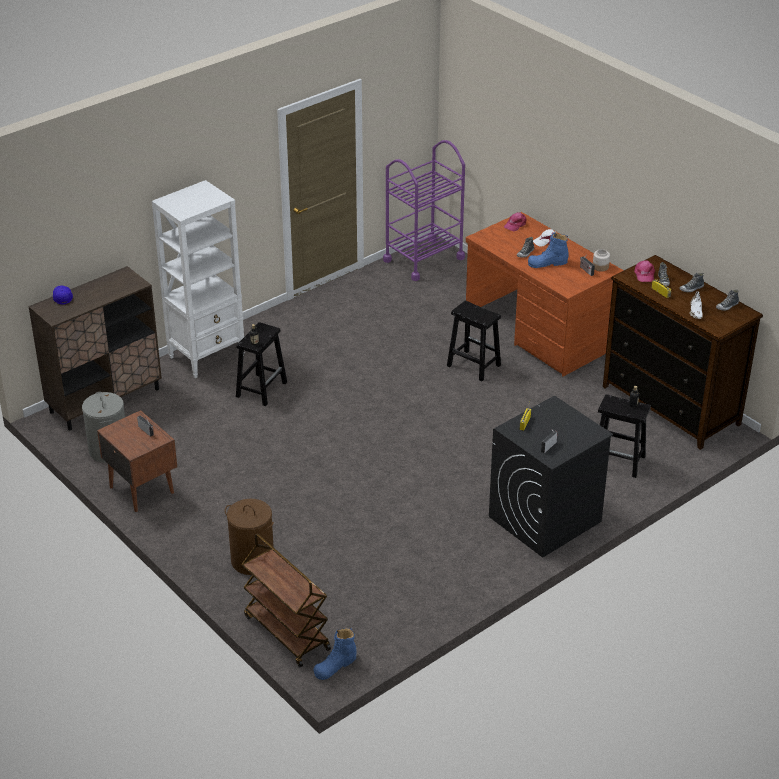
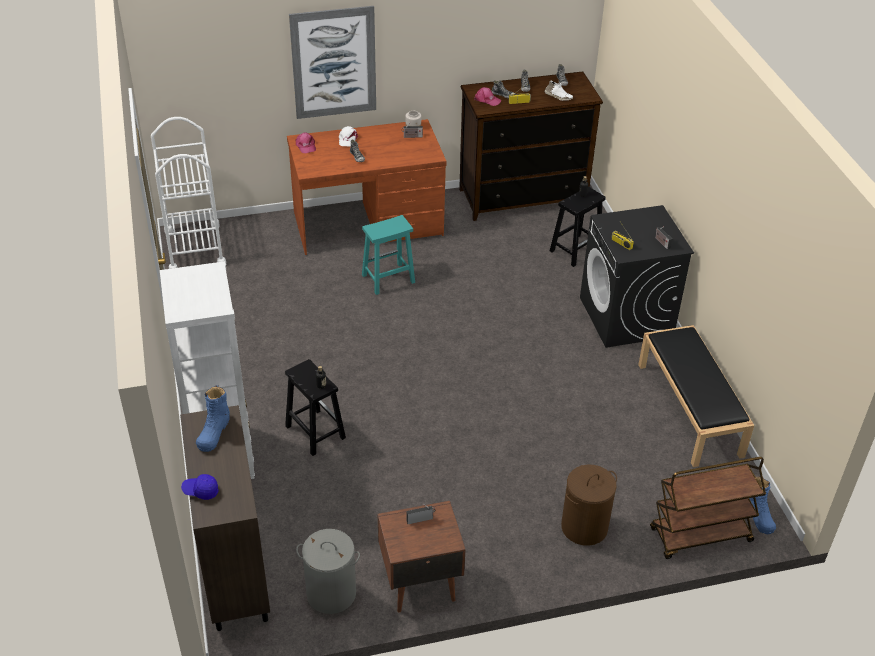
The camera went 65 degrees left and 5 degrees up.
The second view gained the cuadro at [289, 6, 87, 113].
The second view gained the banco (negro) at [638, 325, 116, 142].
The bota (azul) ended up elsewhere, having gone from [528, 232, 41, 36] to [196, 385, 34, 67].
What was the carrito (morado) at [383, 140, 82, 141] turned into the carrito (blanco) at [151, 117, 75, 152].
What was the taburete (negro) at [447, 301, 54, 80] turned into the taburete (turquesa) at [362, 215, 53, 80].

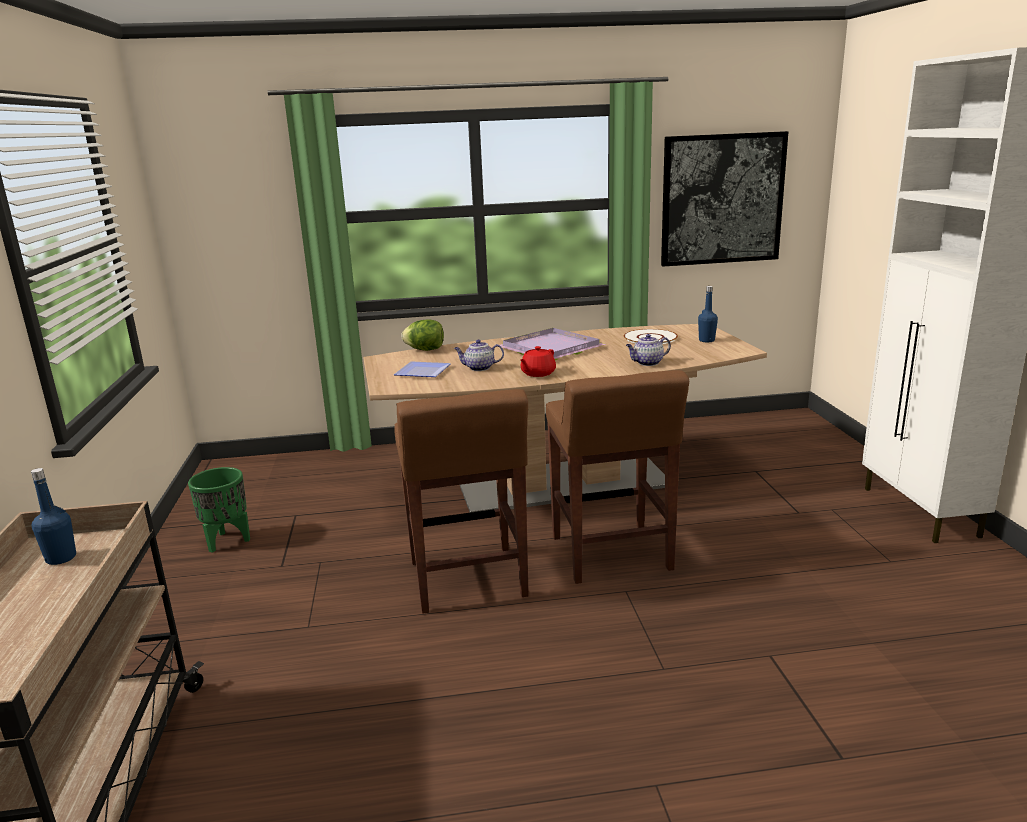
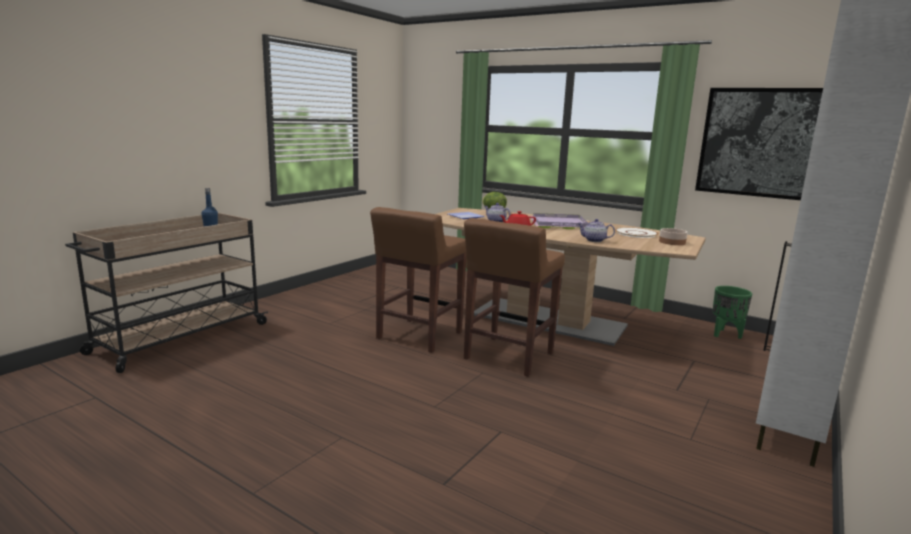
The camera went 40 degrees right and 5 degrees down.
The maceta (verde) ended up elsewhere, having gone from [188, 467, 62, 86] to [713, 286, 39, 53].
Where the botella (azul) stood at [698, 286, 20, 56], the cuenco came to stand at [659, 228, 28, 17].

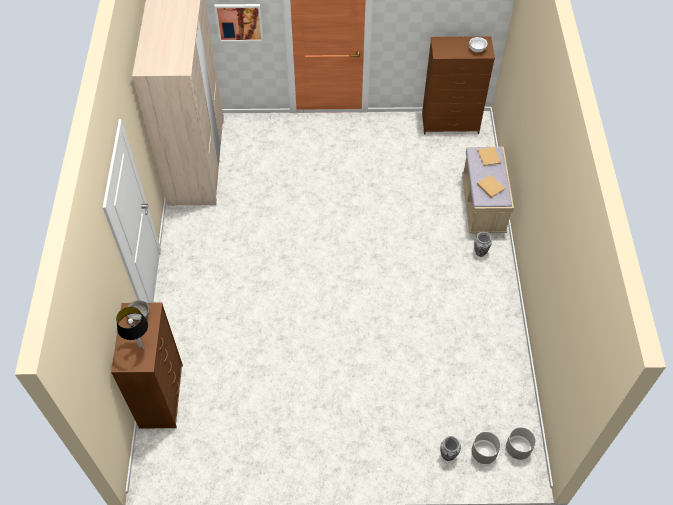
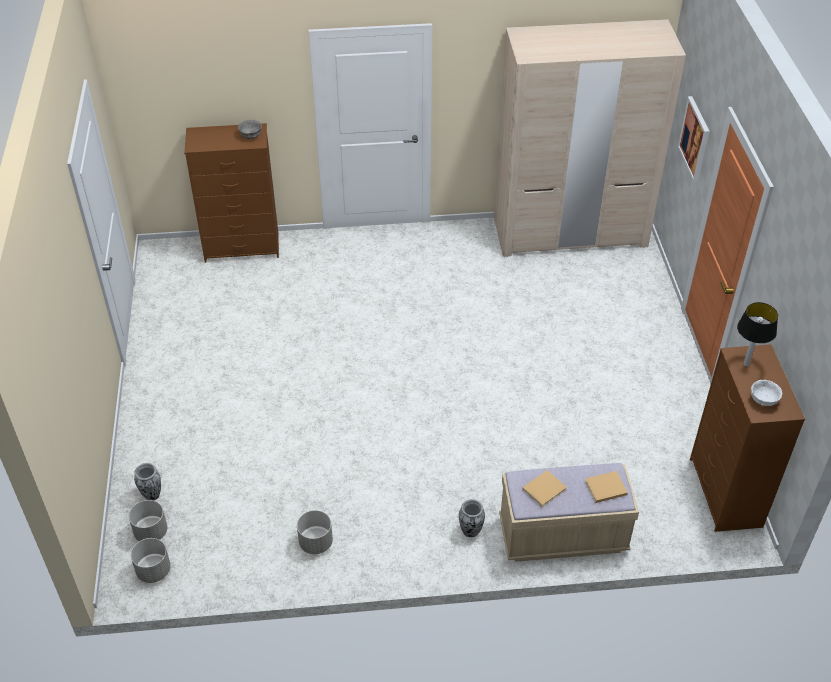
The camera went 85 degrees right and 10 degrees down.
The second view gained the maceta (gris) at [297, 510, 36, 44].
The lámpara de mesa ended up elsewhere, having gone from [116, 307, 32, 41] to [737, 302, 41, 65].

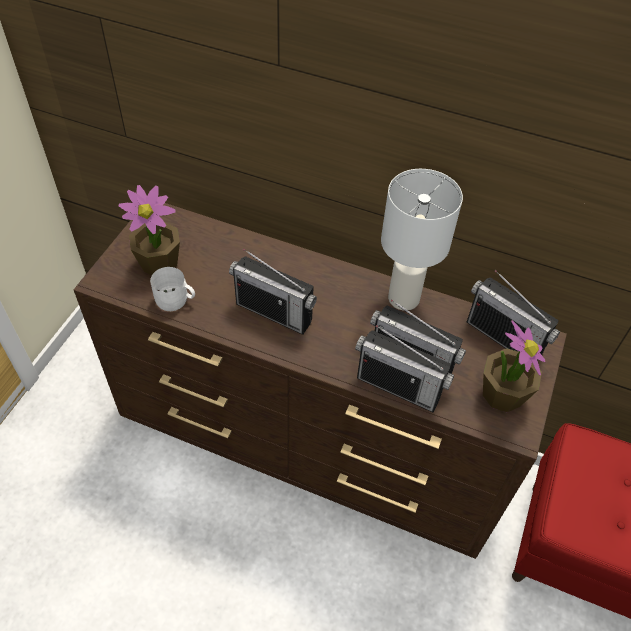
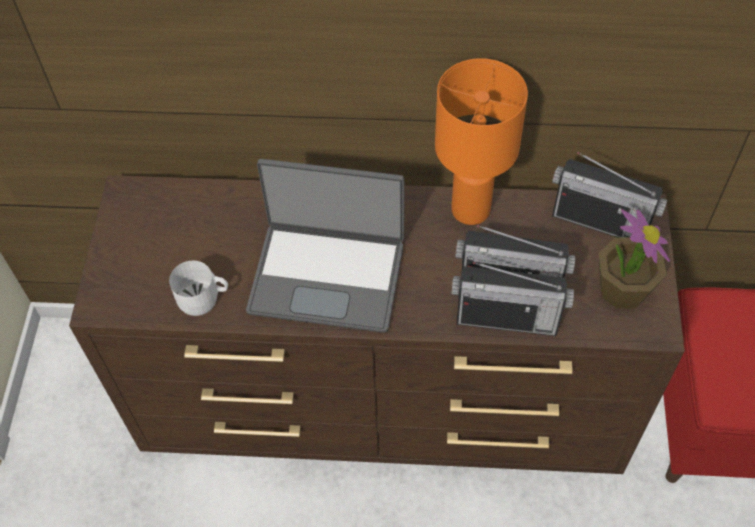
The camera went 15 degrees left and 5 degrees up.
The second view lost the planta en maceta at [118, 185, 62, 91].
Where the radio stood at [229, 248, 88, 87], the portátil came to stand at [246, 159, 158, 174].
What was the lámpara de mesa (blanco) at [381, 169, 82, 141] turned into the lámpara de mesa (naranja) at [435, 58, 93, 167].

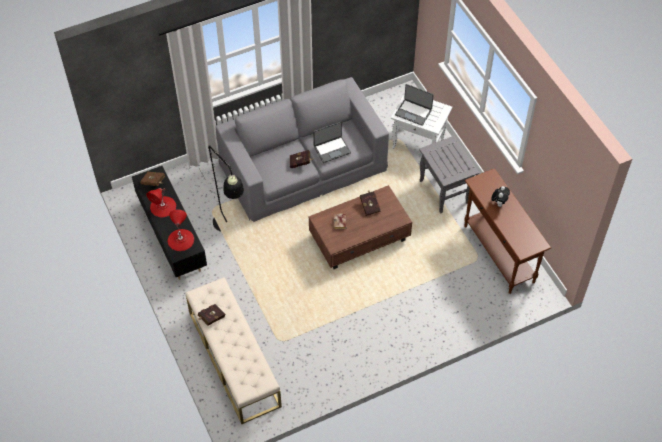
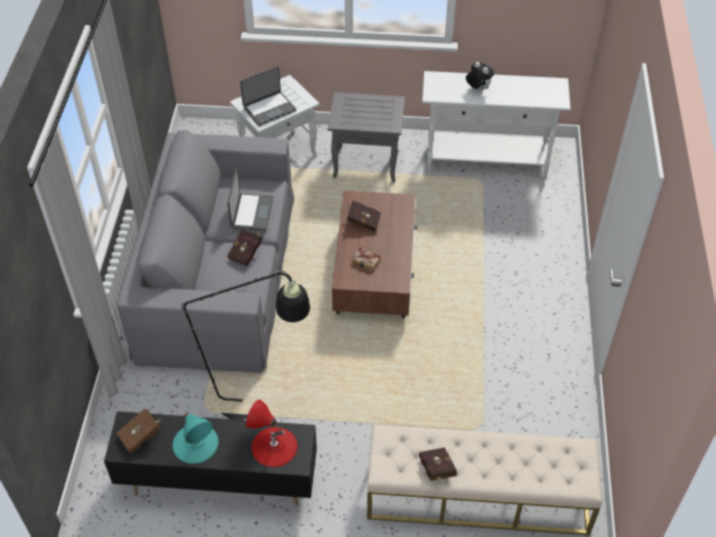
The camera went 60 degrees left and 5 degrees down.
What was the lámpara de mesa (rojo) at [146, 188, 30, 29] turned into the lámpara de mesa (turquesa) at [173, 413, 45, 51].
What was the mesa consola (marrón) at [464, 168, 87, 126] turned into the mesa consola (blanco) at [422, 71, 149, 107].

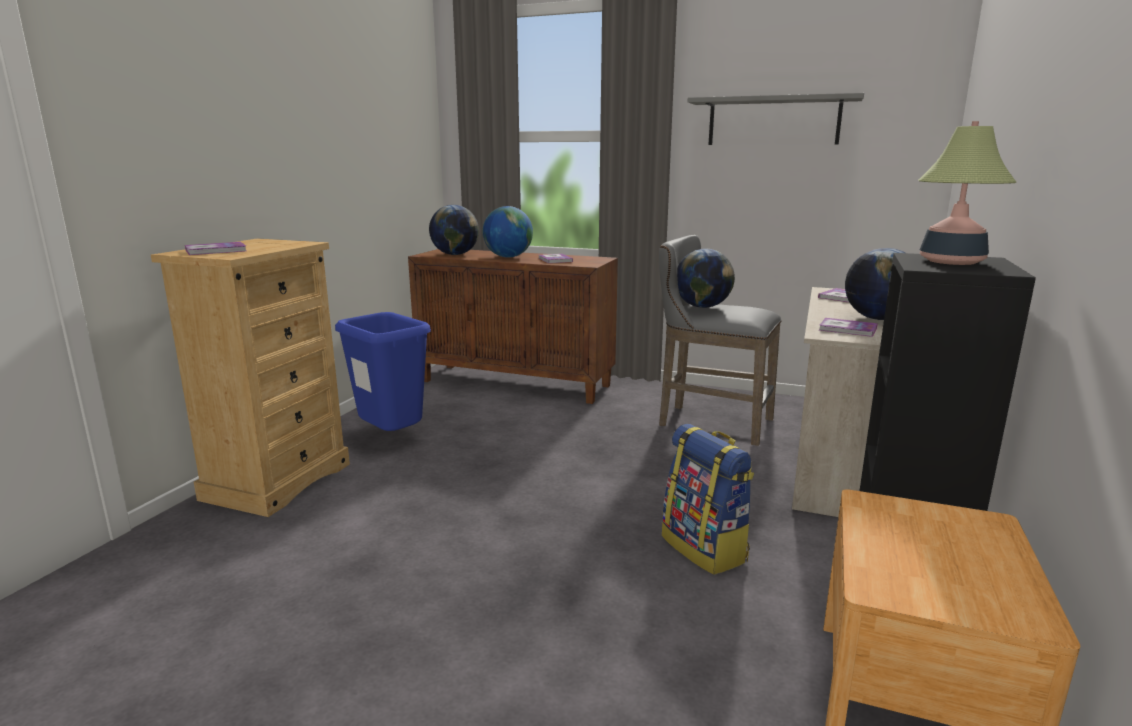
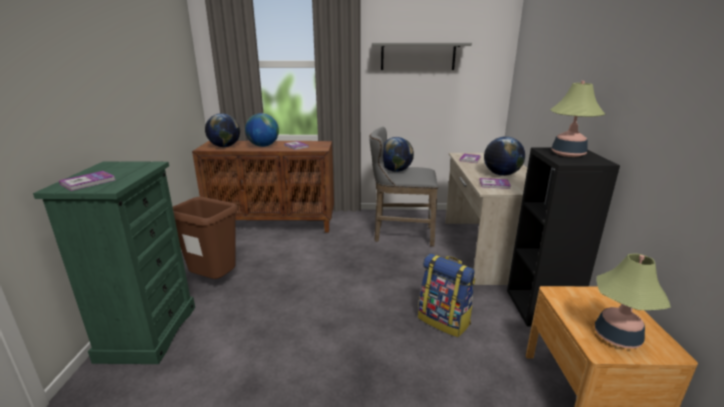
The camera went 20 degrees left and 5 degrees up.
The second view gained the lámpara de mesa at [595, 254, 76, 95].
What was the cómoda (beis) at [151, 238, 199, 279] turned into the cómoda (verde) at [33, 161, 162, 203].
What was the papelera (azul) at [335, 312, 96, 119] turned into the papelera (marrón) at [173, 197, 65, 82].

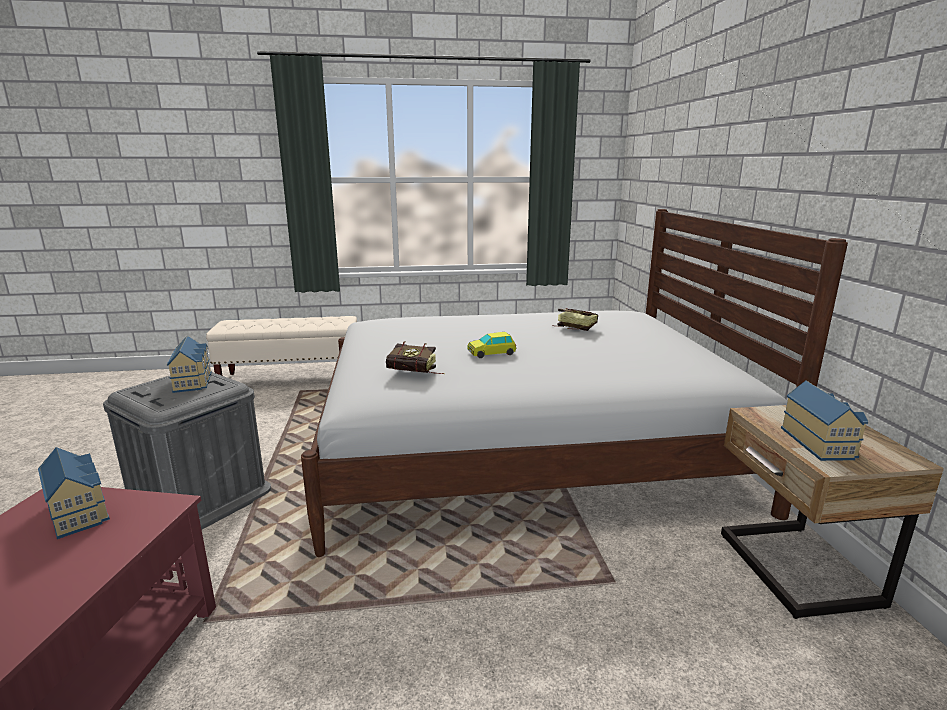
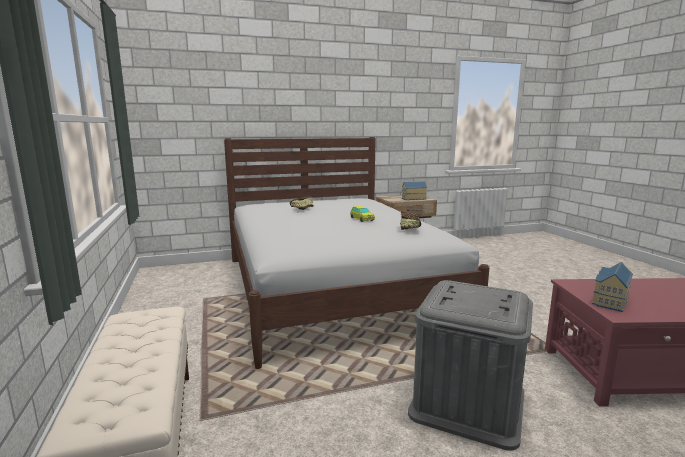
The camera went 100 degrees left and 5 degrees down.
The second view lost the casita at [167, 336, 45, 57].

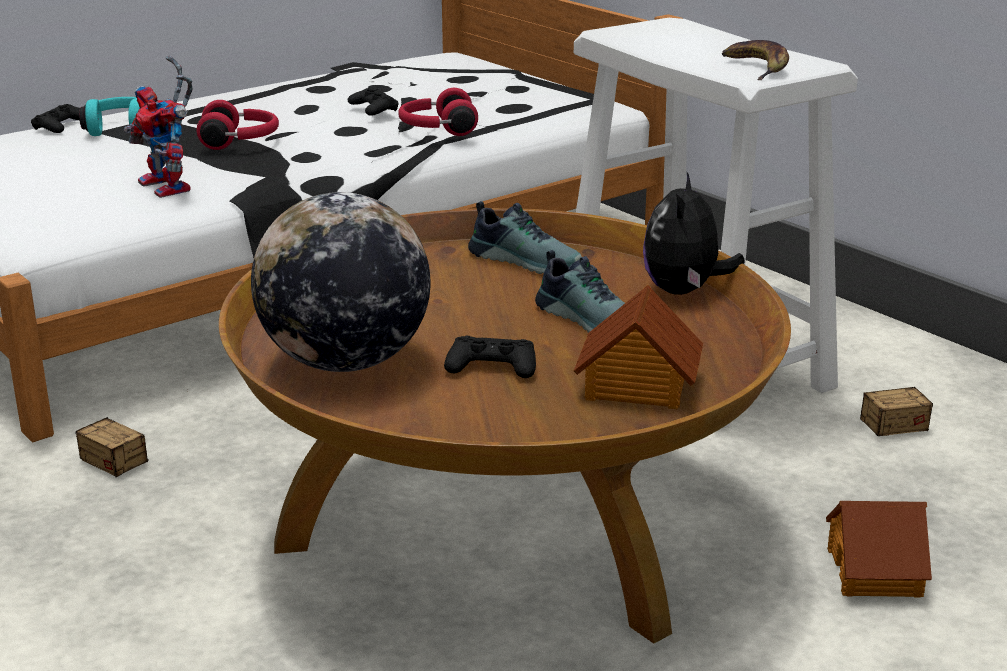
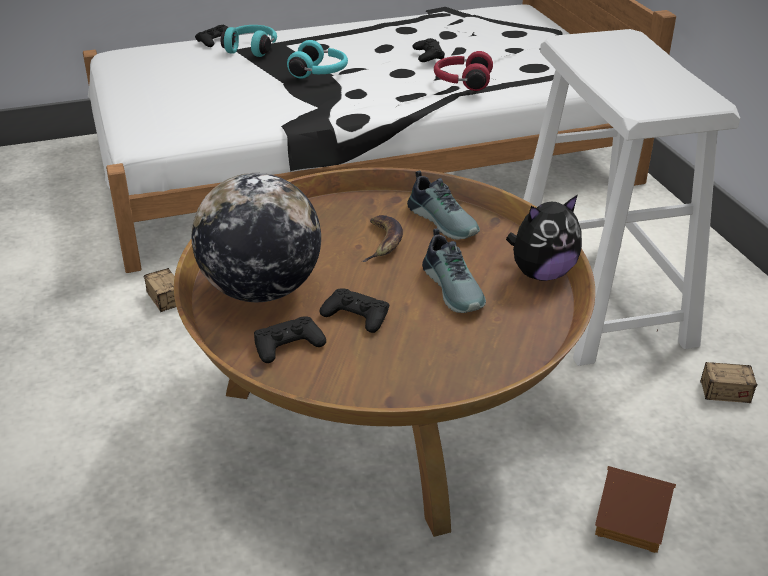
The camera went 20 degrees right and 10 degrees up.
The second view lost the robot de juguete at [124, 55, 68, 143].
The second view lost the casita at [574, 285, 129, 124].
The second view gained the mando de consola (negro) at [254, 316, 72, 47].
The plátano ended up elsewhere, having gone from [722, 40, 67, 40] to [362, 215, 41, 47].
What was the auriculares (rojo) at [197, 100, 82, 50] turned into the auriculares (turquesa) at [287, 40, 61, 39].
The peluche at [643, 172, 102, 123] ended up facing another way, 150 degrees counterclockwise from before.

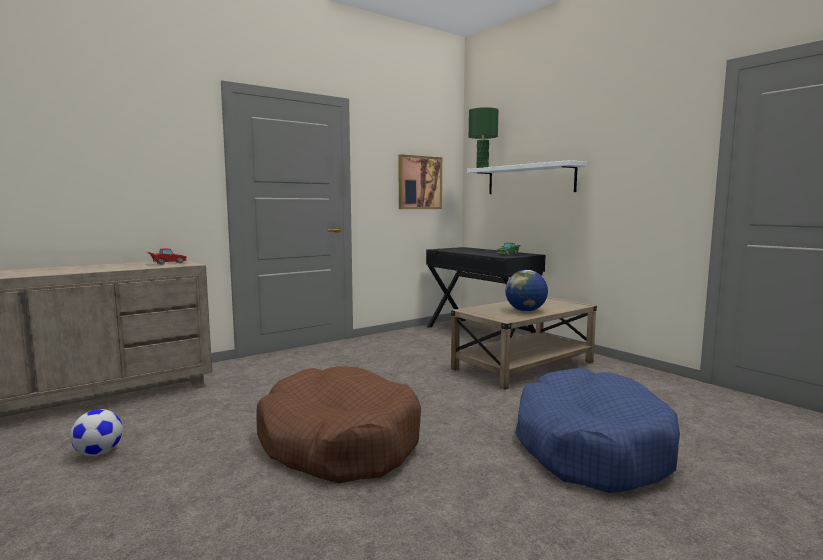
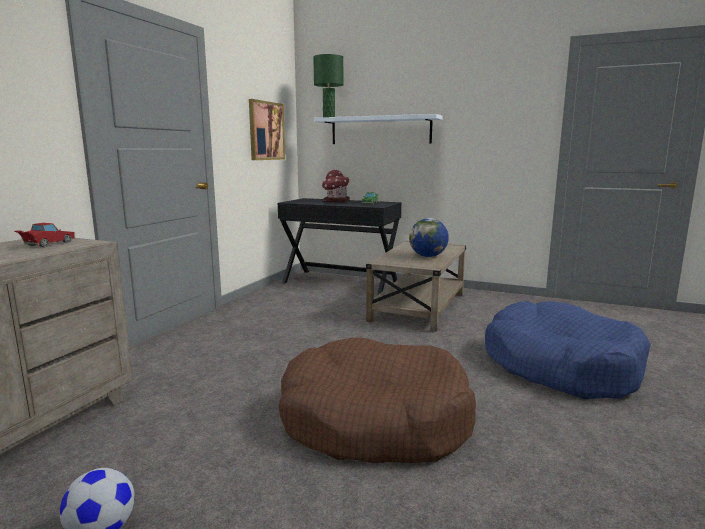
The camera went 30 degrees left and 5 degrees up.
The second view gained the casita at [322, 170, 28, 32].

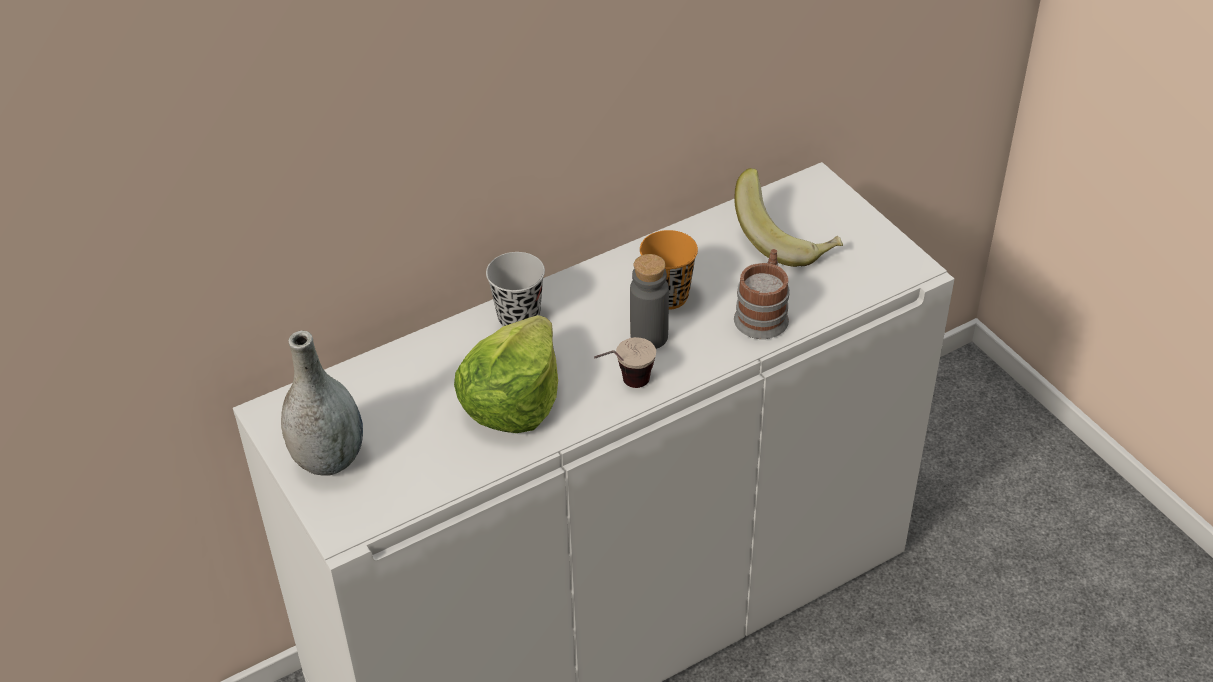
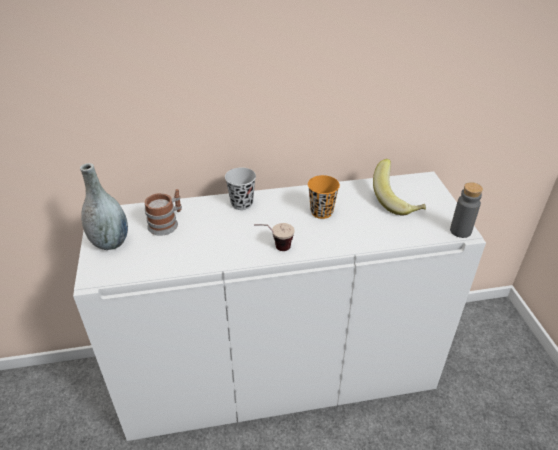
The camera went 20 degrees right and 5 degrees down.
The second view lost the lechuga at [454, 315, 104, 118].
The botella (gris) ended up elsewhere, having gone from [630, 254, 39, 95] to [450, 182, 33, 56].
The taza grande ended up elsewhere, having gone from [734, 249, 56, 90] to [145, 189, 37, 47].

